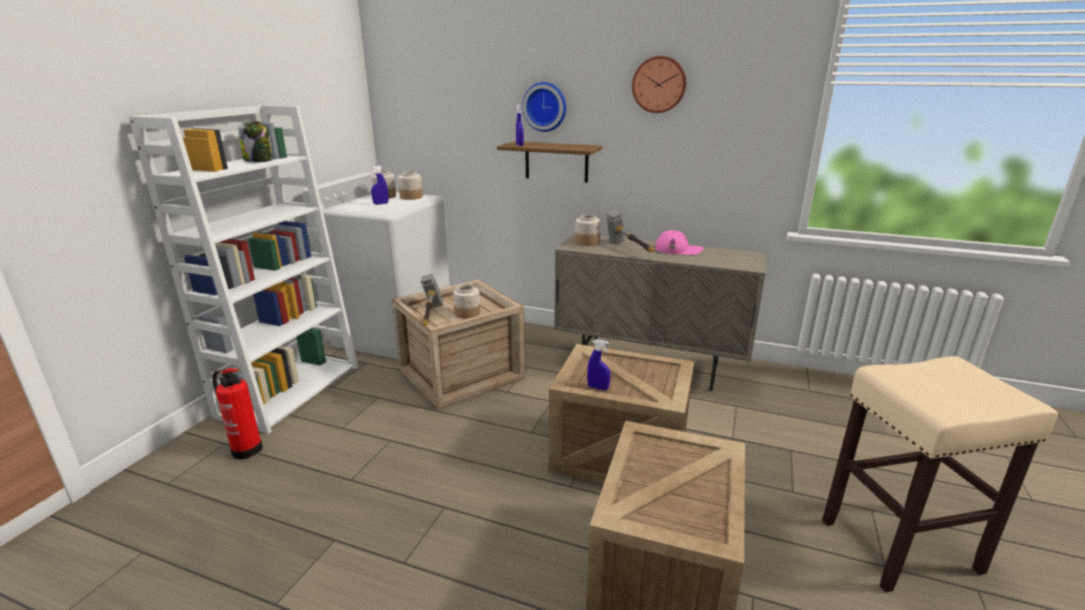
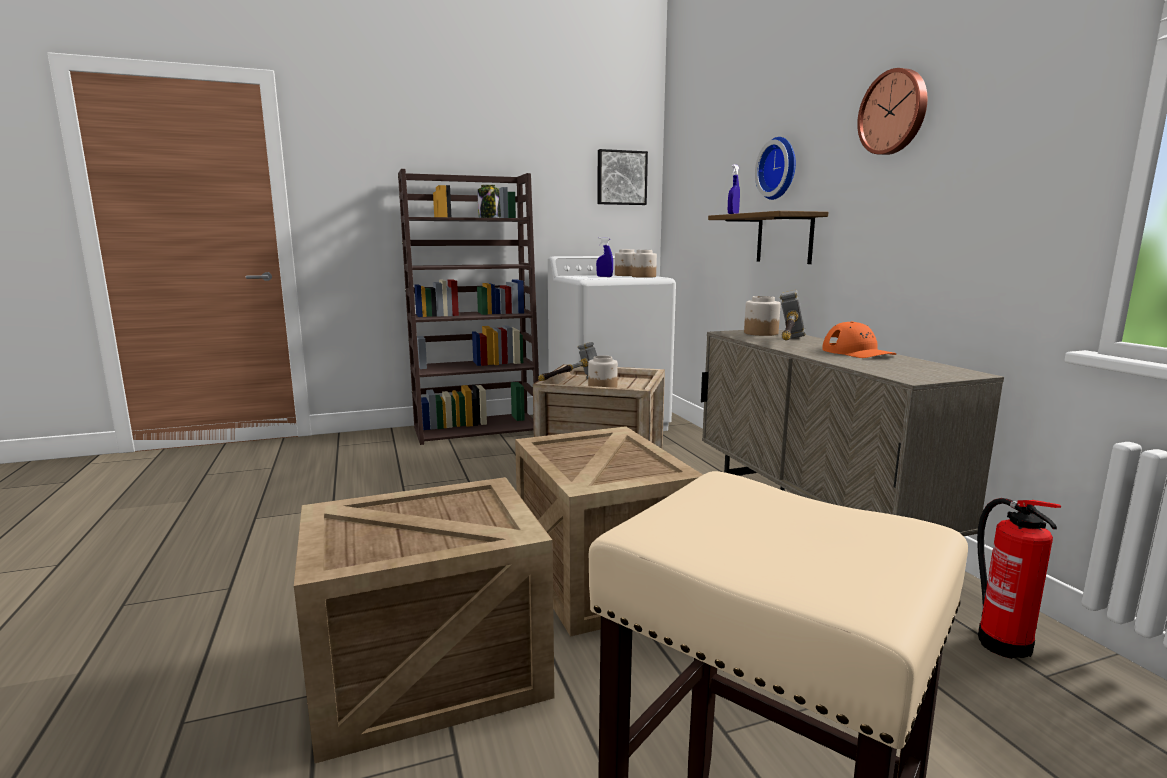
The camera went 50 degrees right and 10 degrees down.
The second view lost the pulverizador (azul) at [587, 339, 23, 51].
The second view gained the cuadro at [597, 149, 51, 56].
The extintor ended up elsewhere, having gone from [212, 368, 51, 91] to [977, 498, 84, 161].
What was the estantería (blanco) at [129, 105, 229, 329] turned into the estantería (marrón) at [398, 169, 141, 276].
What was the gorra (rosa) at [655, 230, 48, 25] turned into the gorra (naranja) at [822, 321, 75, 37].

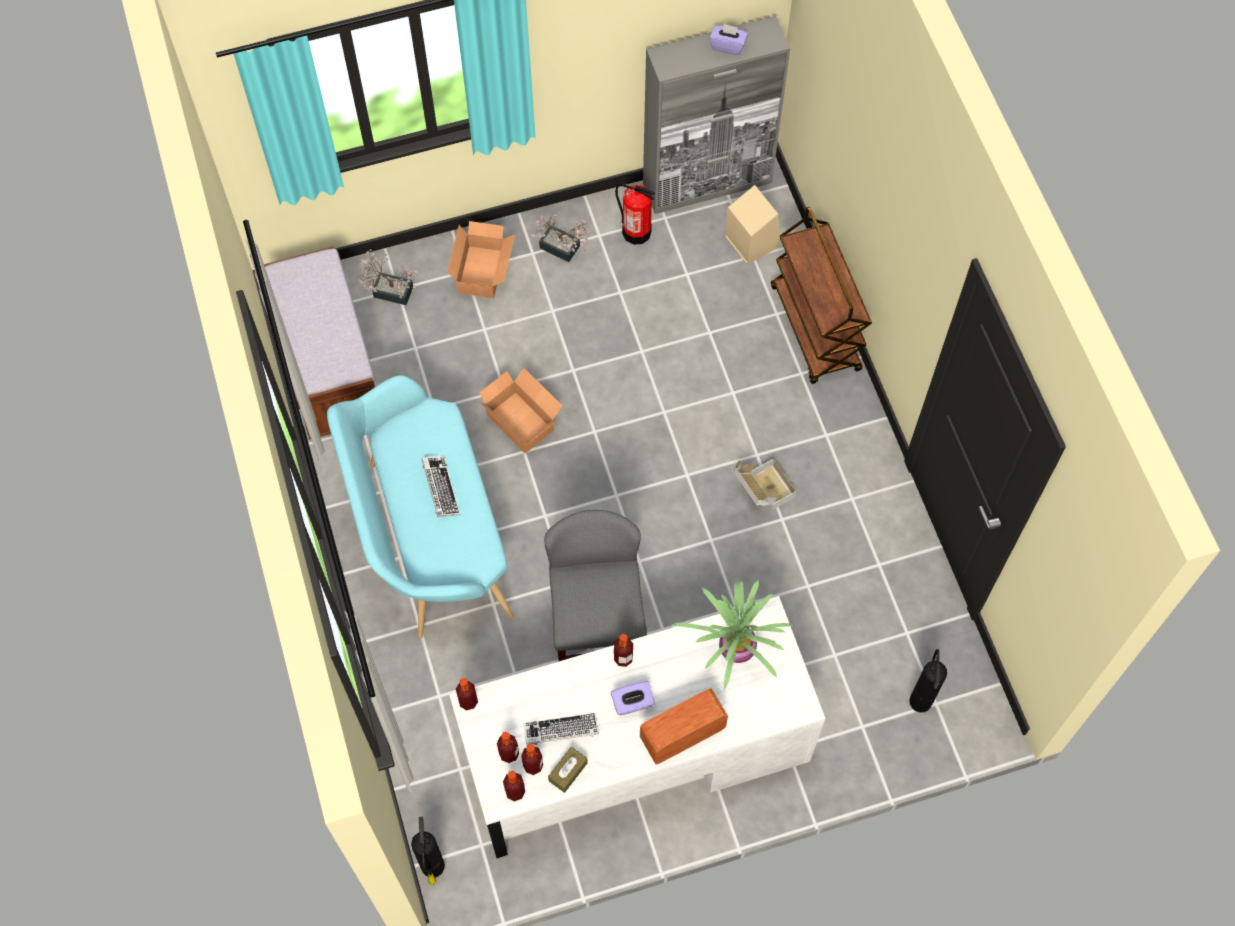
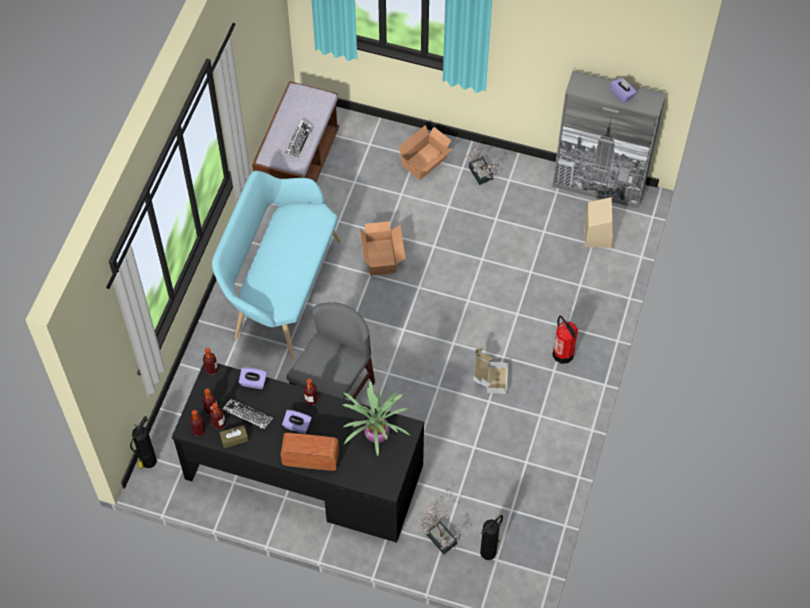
The camera went 35 degrees right and 5 degrees down.
The second view lost the carrito (marrón) at [771, 207, 101, 177].
The second view gained the caja de pañuelos (morado) at [239, 367, 28, 22].
The planta en maceta ended up elsewhere, having gone from [357, 249, 61, 56] to [418, 504, 45, 50].
The teclado ended up elsewhere, having gone from [421, 456, 39, 61] to [285, 120, 29, 40].
The extintor ended up elsewhere, having gone from [615, 184, 40, 61] to [552, 316, 26, 48].
What was the escritorio (blanco) at [449, 596, 376, 262] turned into the escritorio (negro) at [172, 363, 252, 180].

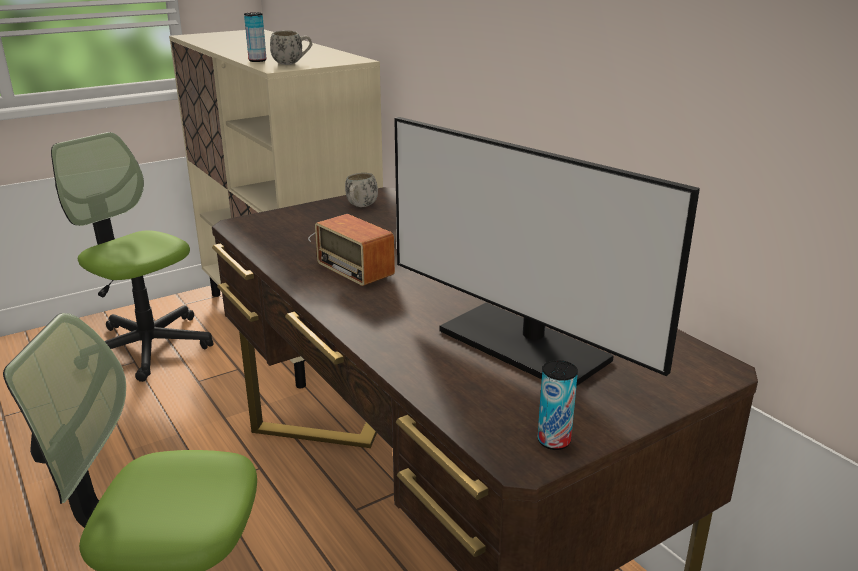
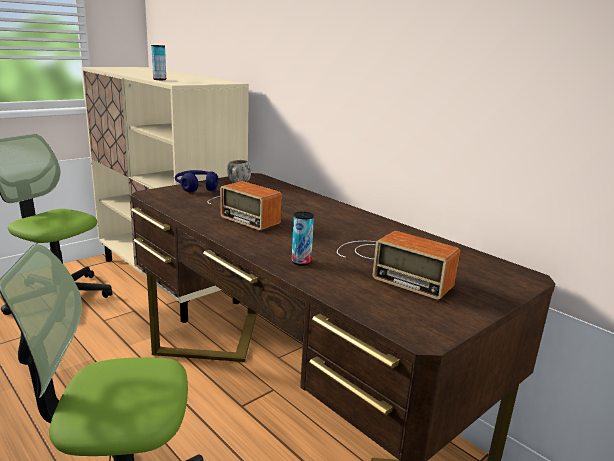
The camera went 10 degrees left and 5 degrees down.
The second view lost the taza grande (blanco) at [270, 30, 43, 35].
The second view gained the auriculares (azul) at [175, 170, 43, 22].
The lata ended up elsewhere, having gone from [537, 360, 41, 90] to [292, 211, 22, 55].
Where the monitor stood at [394, 117, 306, 269], the radio came to stand at [337, 231, 123, 69].

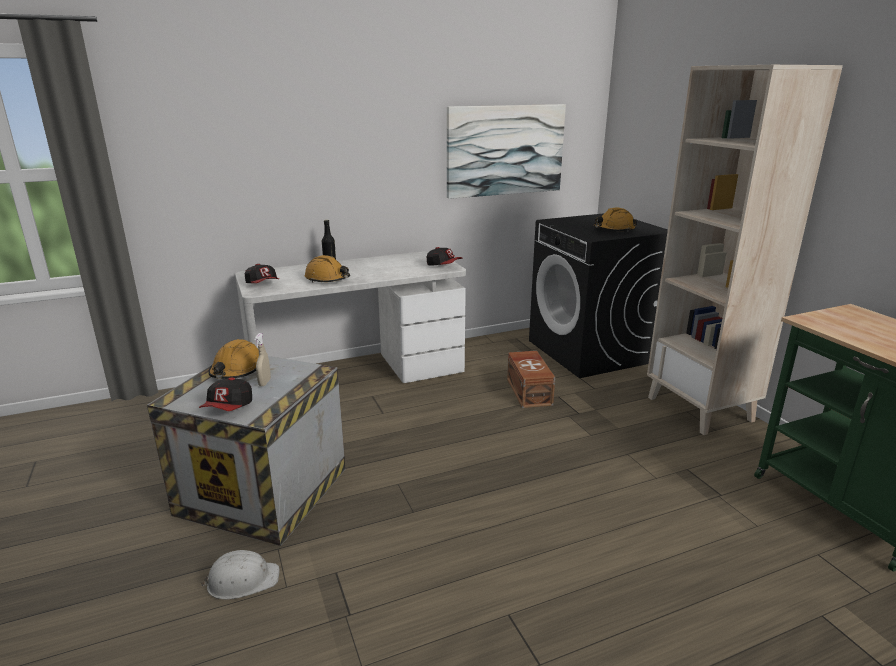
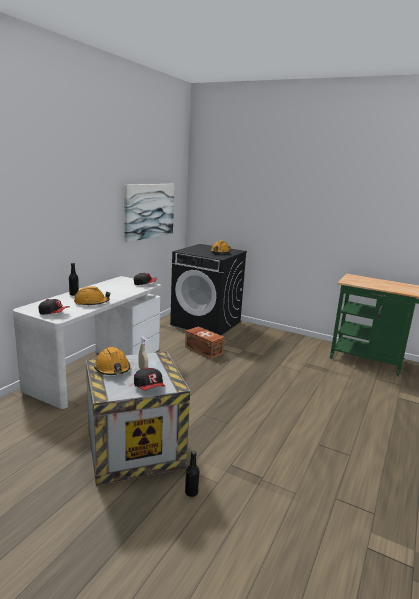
The camera went 40 degrees left and 5 degrees down.
The second view lost the estantería (beis) at [647, 65, 196, 370].
Where the casco (blanco) stood at [201, 550, 79, 50], the botella (negro) came to stand at [185, 451, 15, 46].

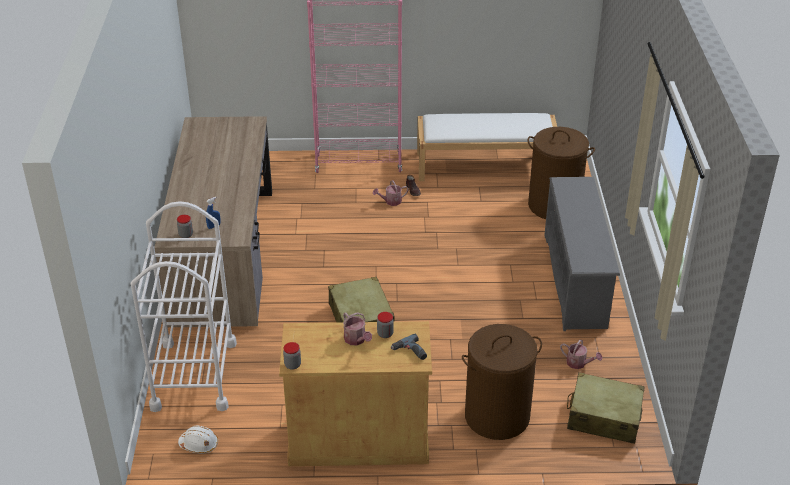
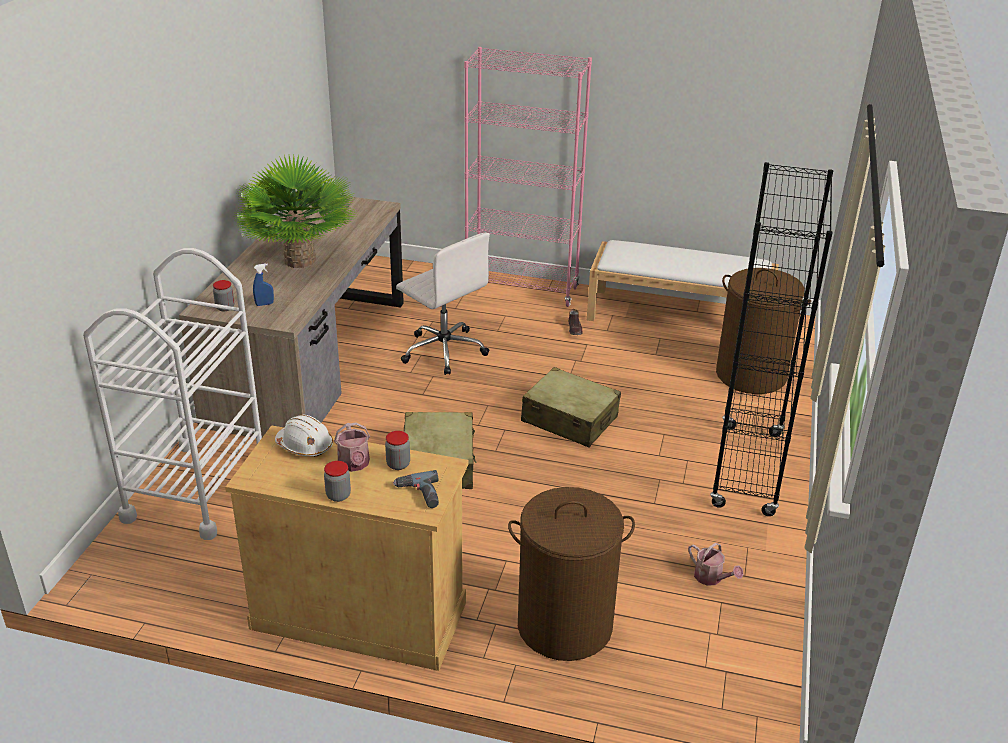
The camera went 15 degrees right and 5 degrees down.
The second view lost the regadera at [373, 180, 36, 26].
The second view gained the planta en maceta at [233, 154, 124, 114].
The second view gained the silla de oficina (blanco) at [396, 233, 94, 142].
The casco (blanco) ended up elsewhere, having gone from [178, 426, 40, 28] to [275, 415, 58, 42].
The tarro ended up elsewhere, having gone from [283, 342, 18, 28] to [324, 461, 27, 41].
The maleta (beis) ended up elsewhere, having gone from [567, 372, 77, 72] to [521, 367, 100, 80].
Where the zapatero (gris) stood at [544, 177, 76, 154], the estantería (negro) came to stand at [710, 162, 123, 354].

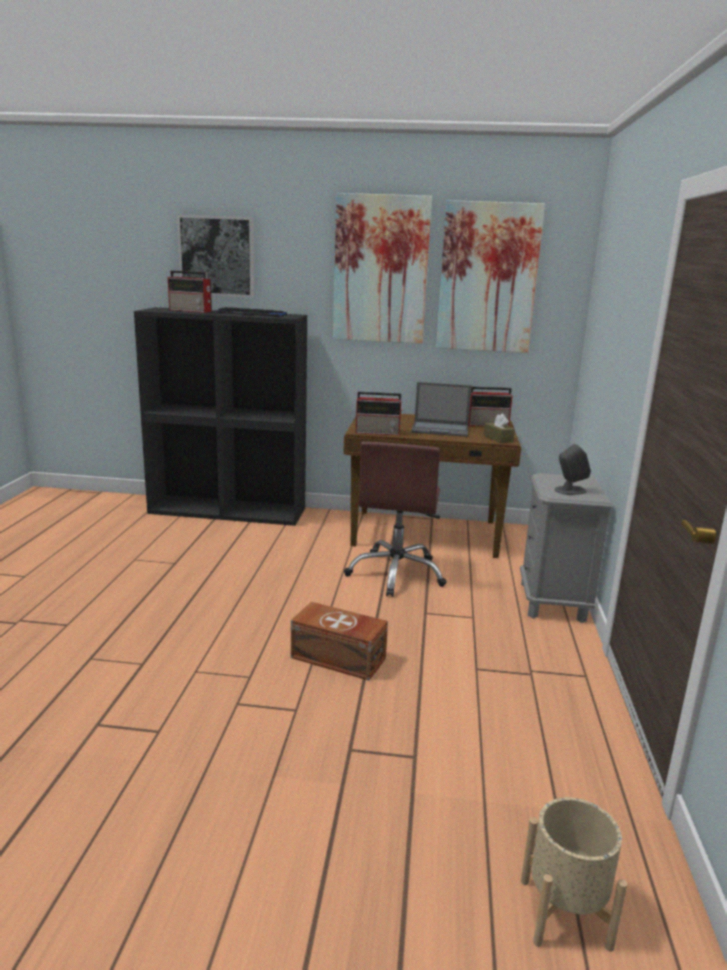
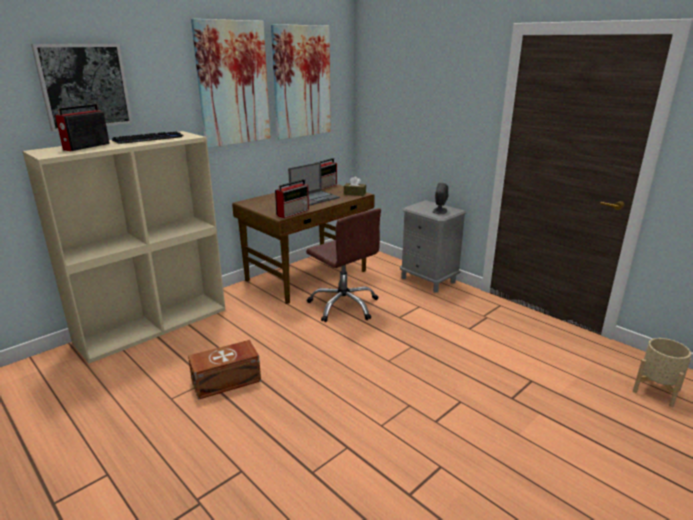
The camera went 50 degrees left and 5 degrees up.
The caja de almacenaje (marrón) ended up elsewhere, having gone from [291, 602, 97, 79] to [188, 340, 73, 60].
What was the estantería (negro) at [134, 307, 173, 219] turned into the estantería (beis) at [22, 131, 203, 232].
The radio at [168, 271, 44, 42] ended up facing another way, 150 degrees clockwise from before.

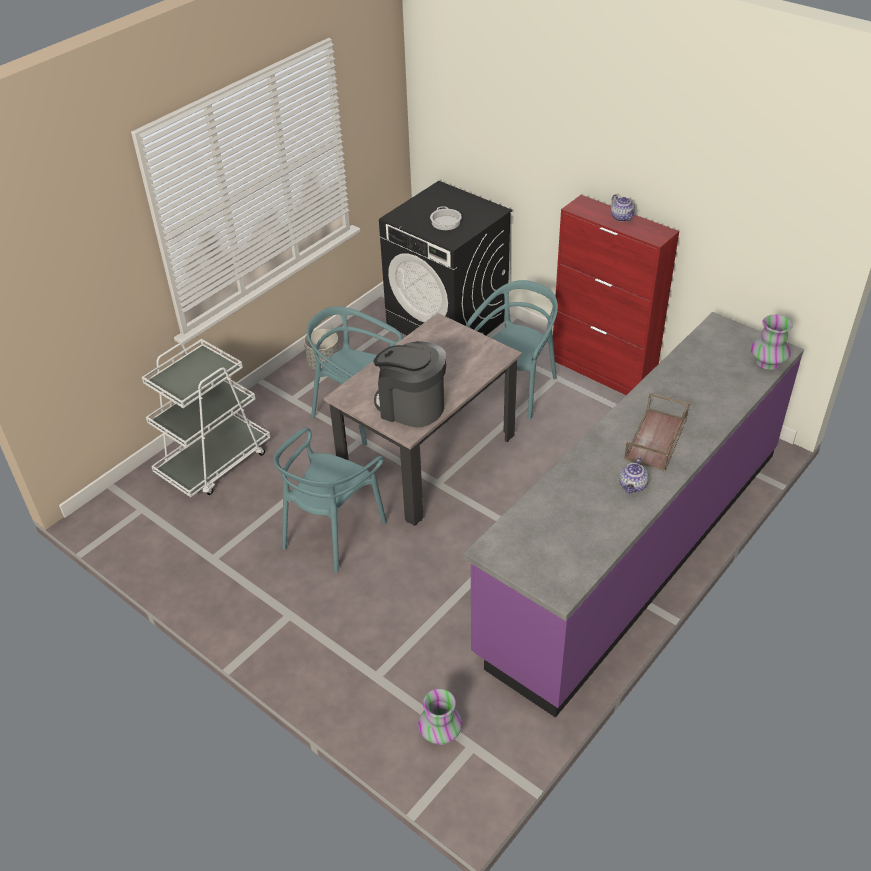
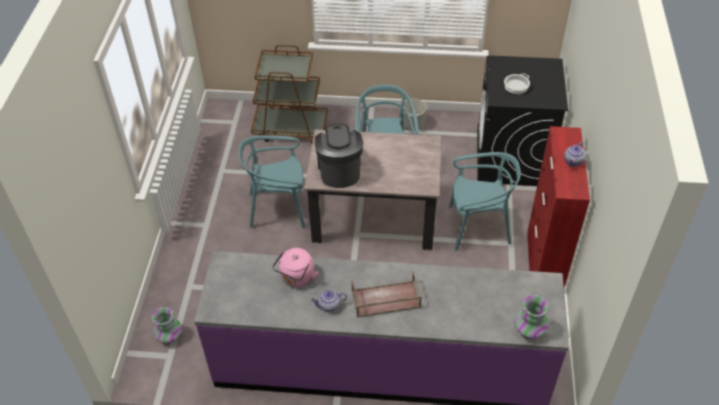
The camera went 55 degrees right and 5 degrees up.
The second view gained the hervidor (rosa) at [272, 248, 46, 40].
What was the carrito (blanco) at [142, 339, 129, 158] turned into the carrito (marrón) at [251, 45, 77, 98].

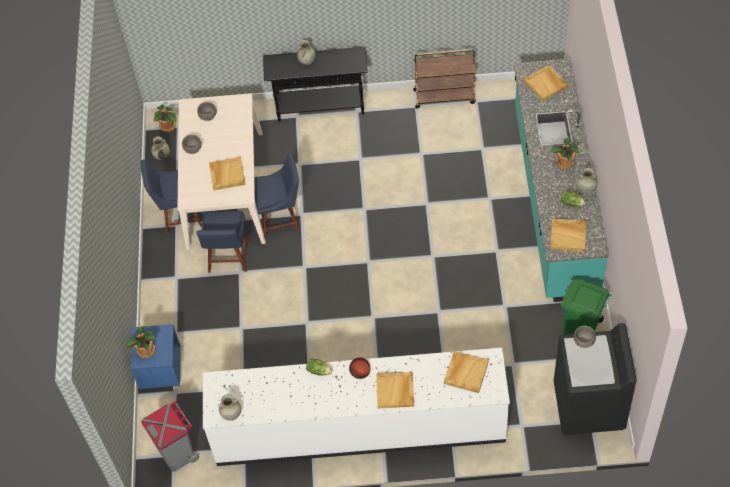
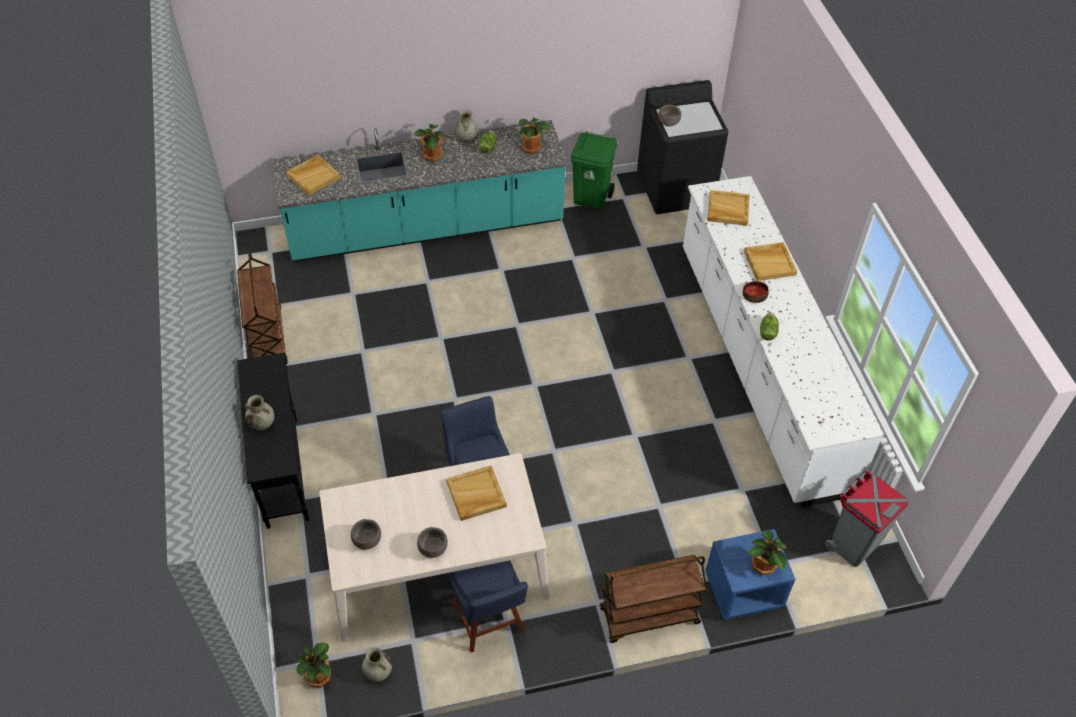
The camera went 105 degrees left and 5 degrees down.
The second view lost the silla (azul) at [196, 211, 53, 62].
The second view lost the florero (beis) at [219, 395, 23, 25].
The second view gained the carrito (marrón) at [599, 555, 108, 88].
Where the bandeja (beis) stood at [550, 218, 36, 34], the planta en maceta came to stand at [518, 118, 33, 36].

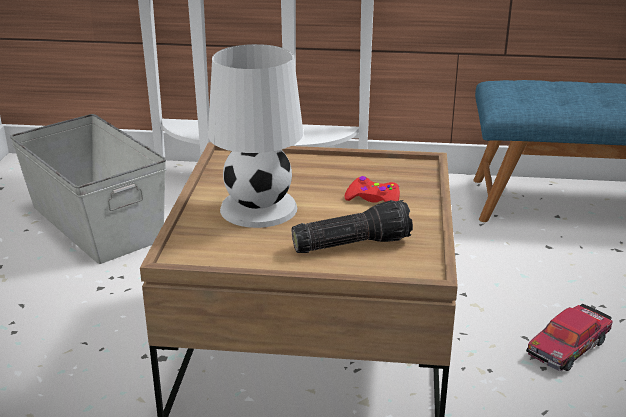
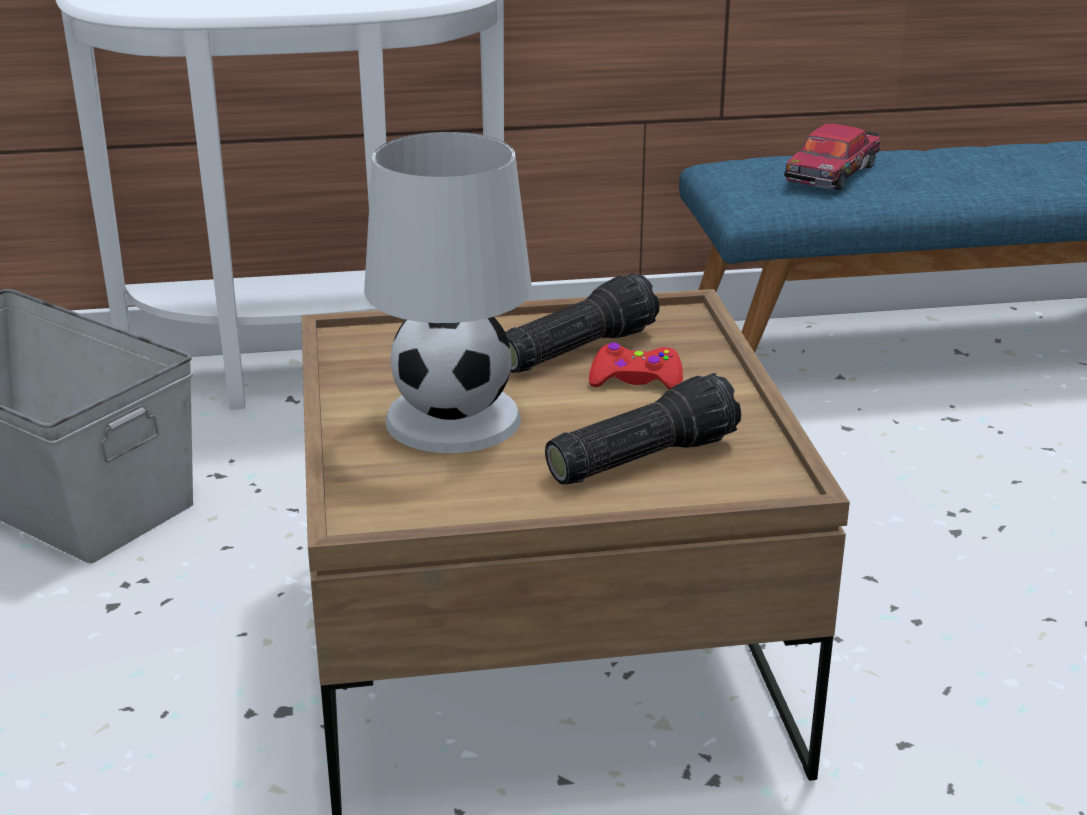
The camera went 15 degrees left and 0 degrees up.
The second view gained the linterna at [505, 273, 155, 100].
The coche de juguete ended up elsewhere, having gone from [526, 304, 87, 67] to [784, 124, 97, 66].

